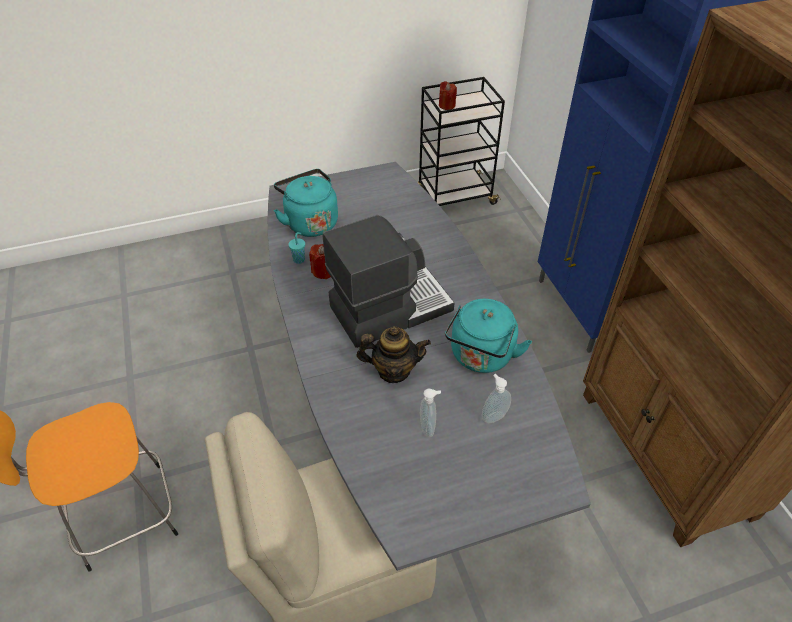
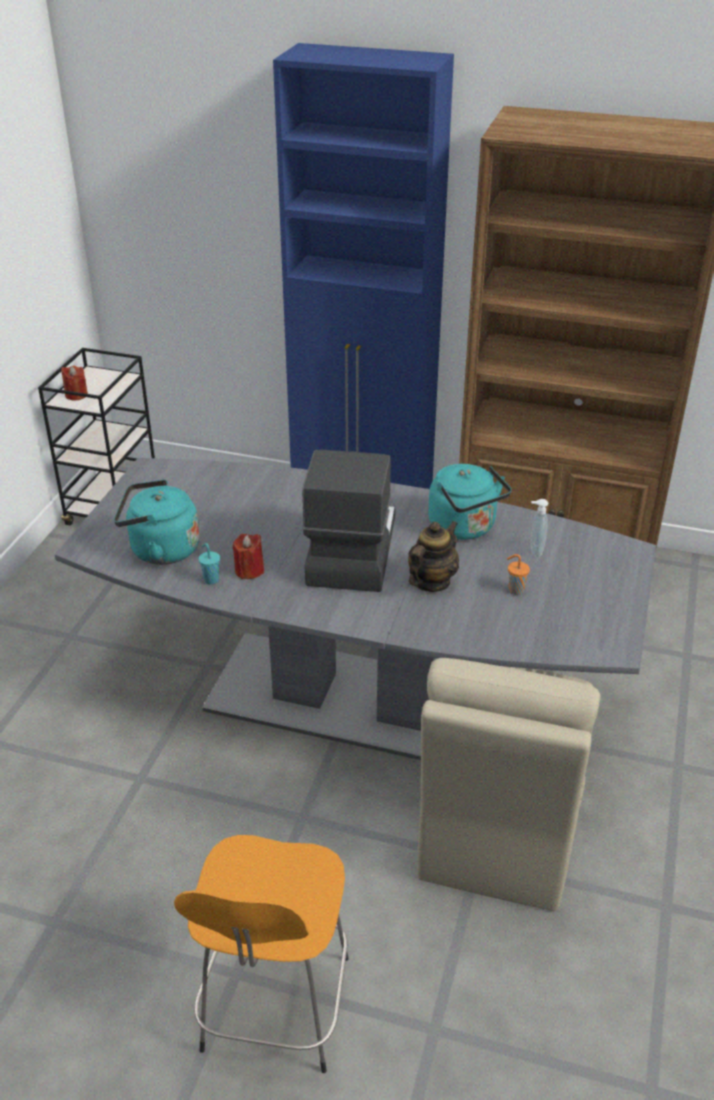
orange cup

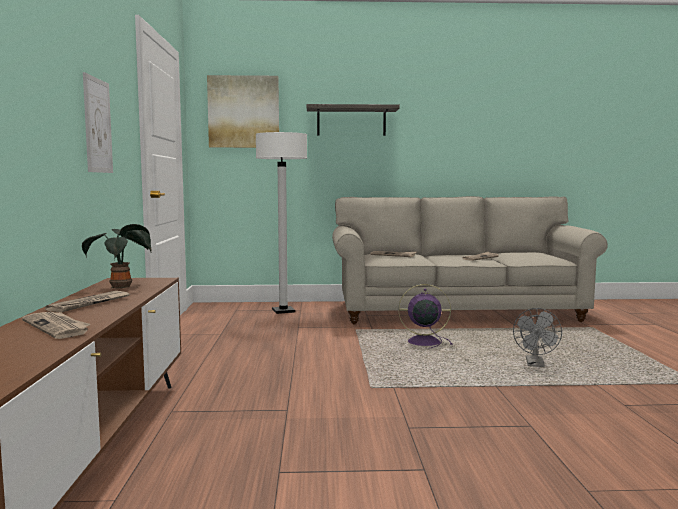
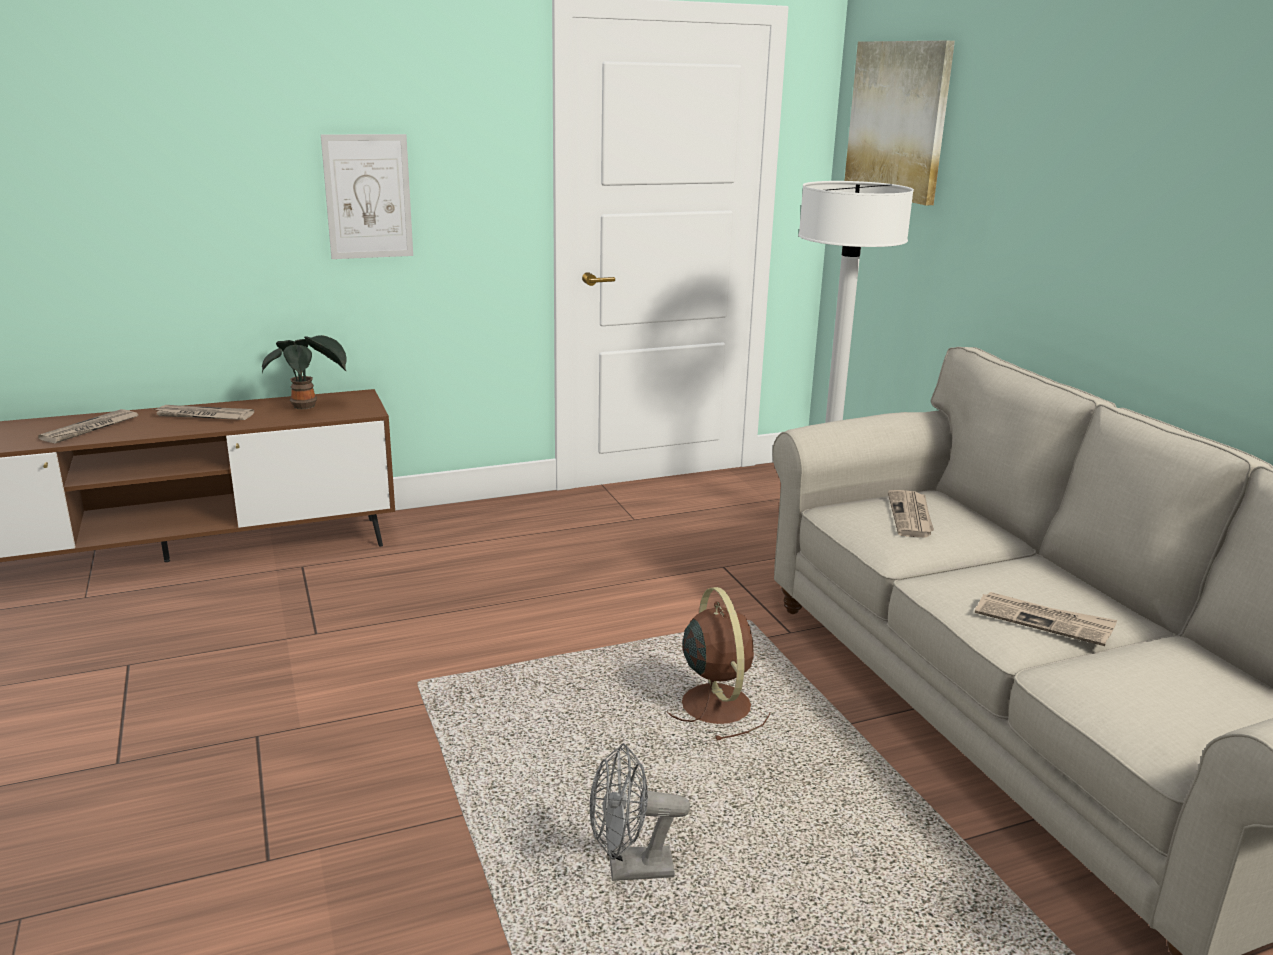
brown fan
shelf

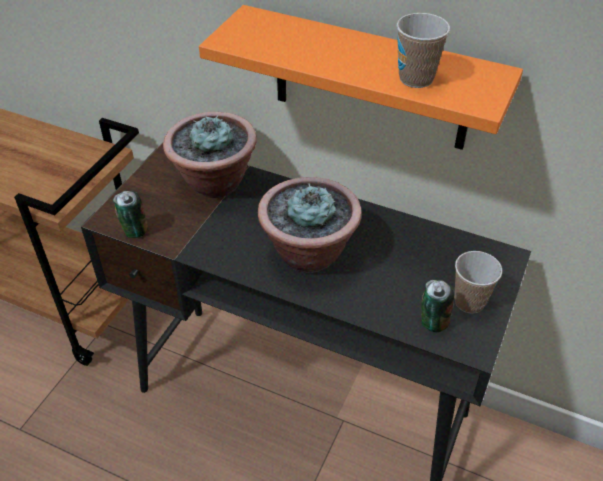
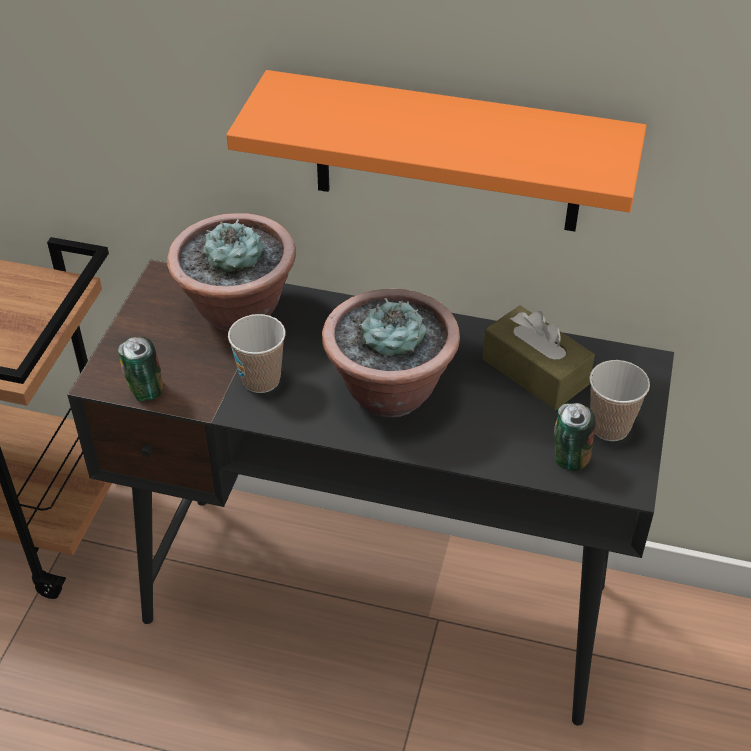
cup (1st from left)
brown tissue holder

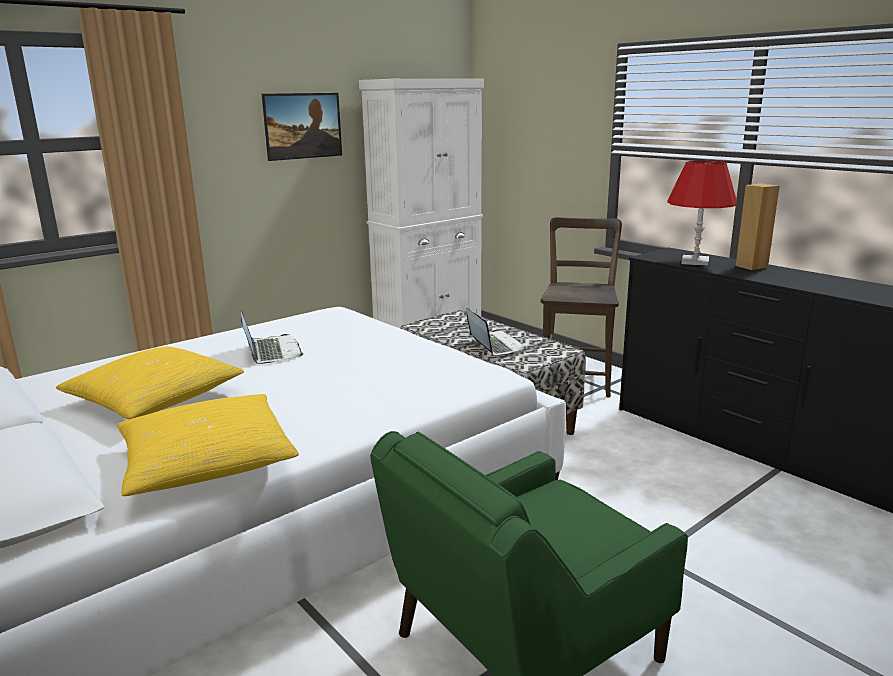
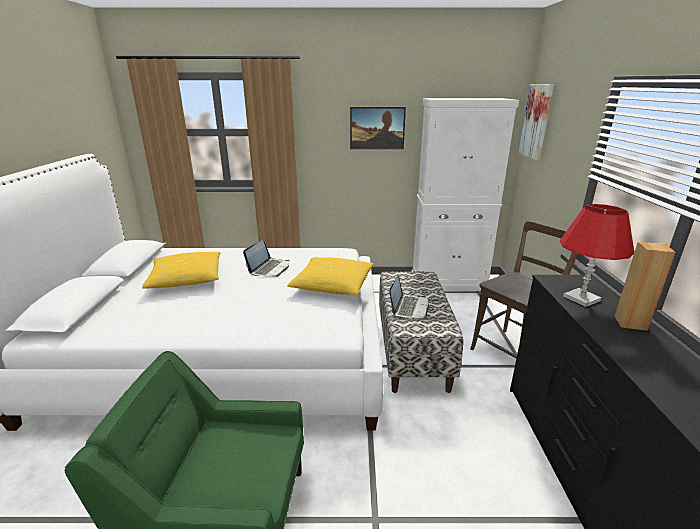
yellow cushion (2nd from left)
picture (2nd from left)

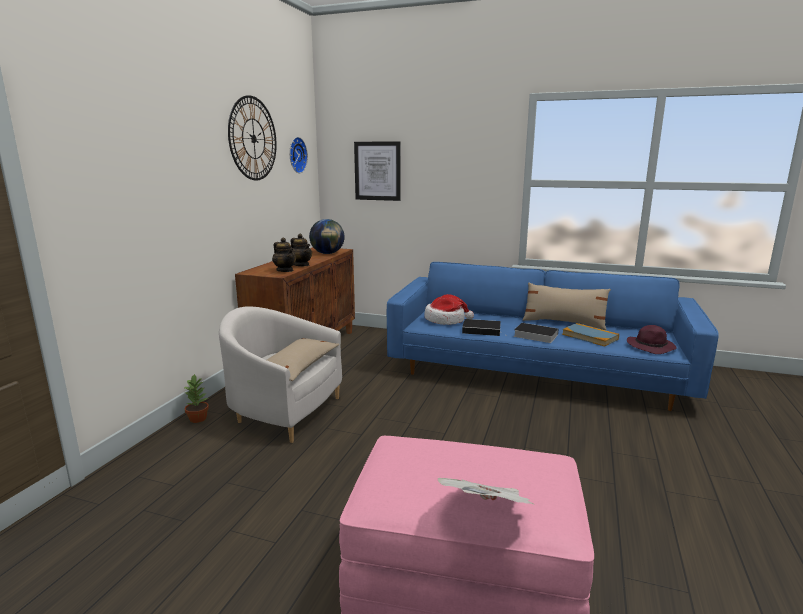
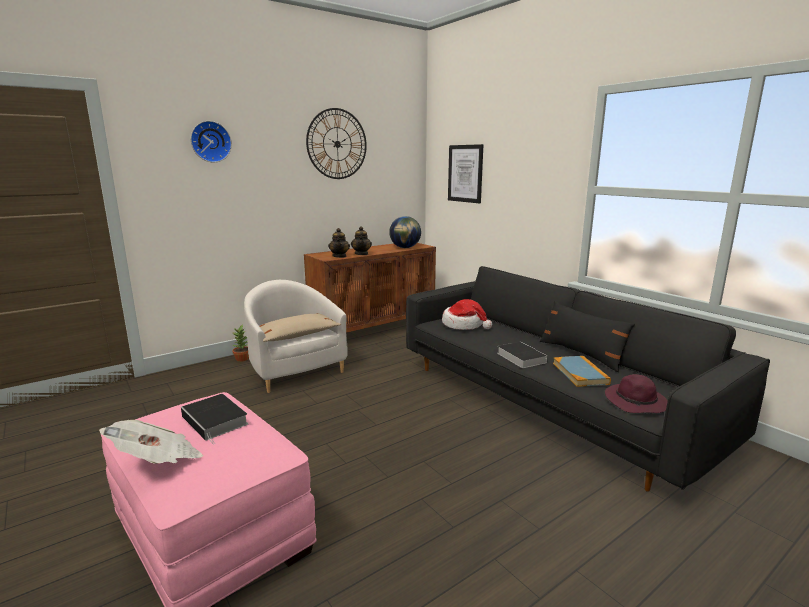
volume (1st from left)
clock on the wall (1st from left)
blackish couch
blackish cushion

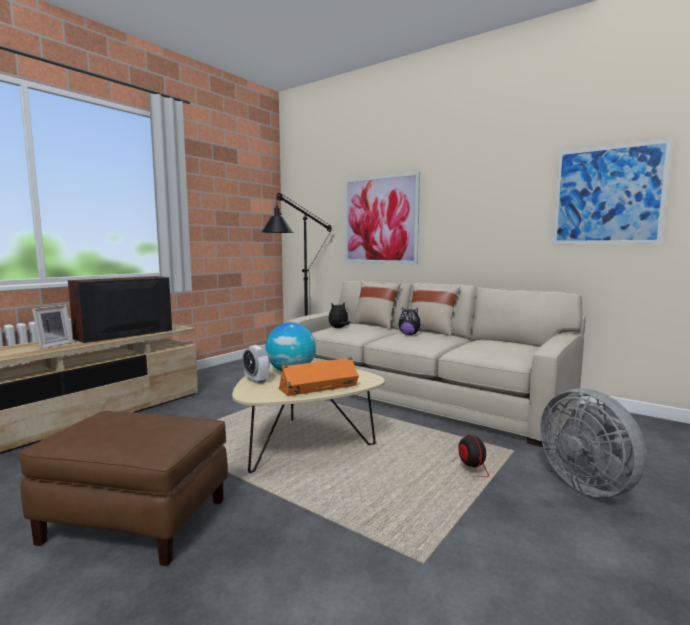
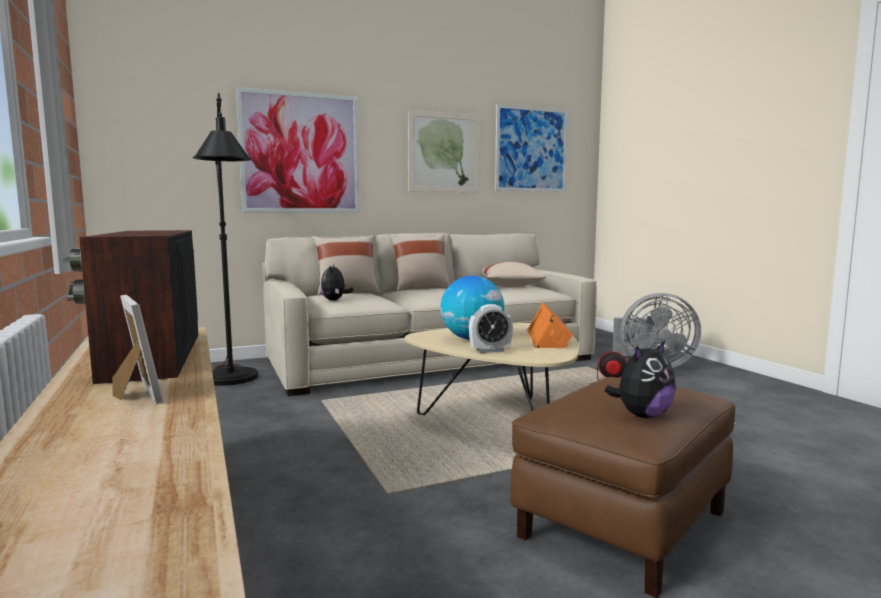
picture (2nd from left)
beige-coloured cushion (3rd from left)
plush toy (2nd from left)

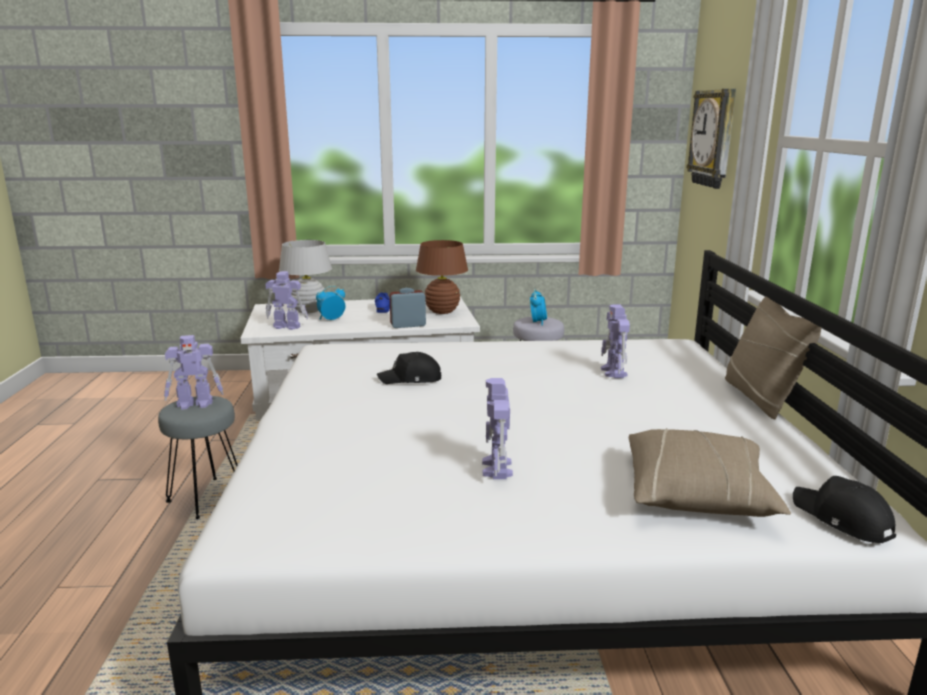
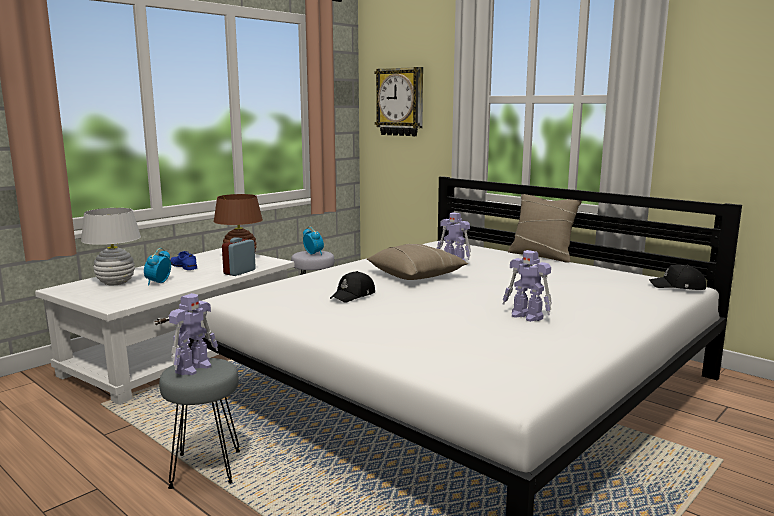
beige-coloured cushion (1st from left)
model robot (2nd from left in the first image)

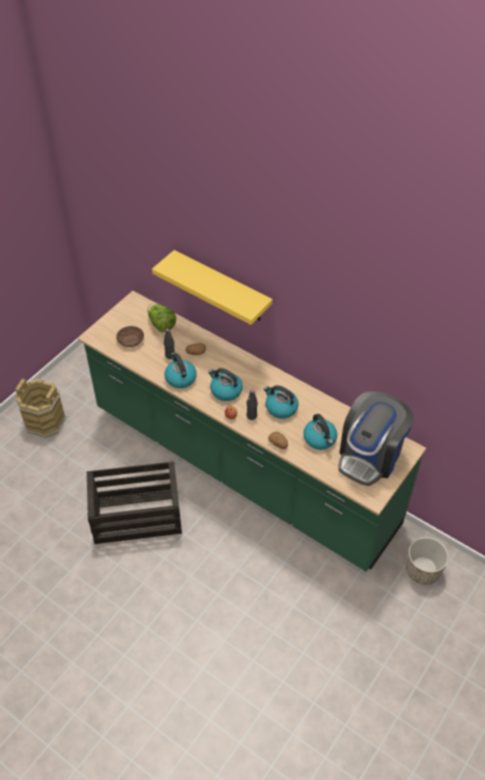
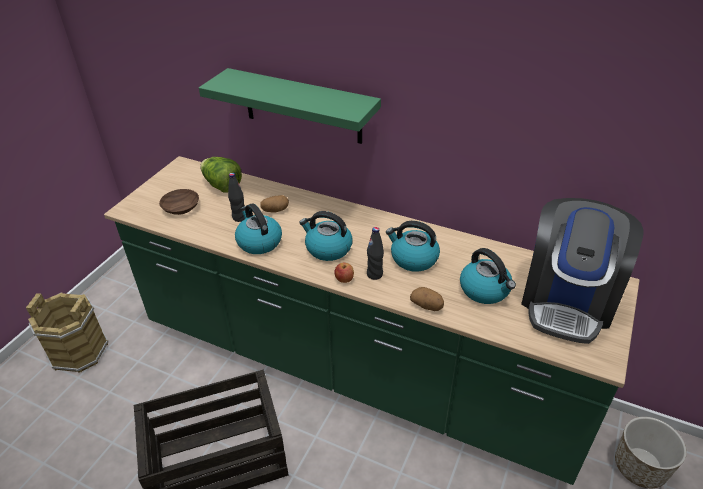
green-coloured shelf

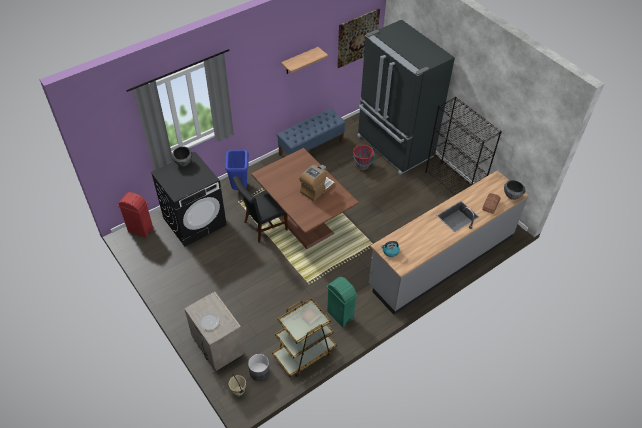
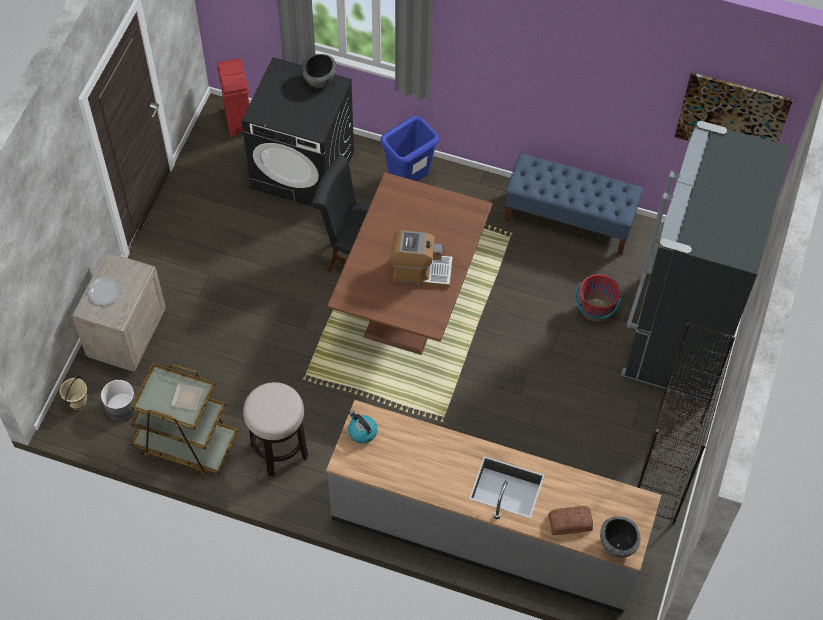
sitting stool
shelf

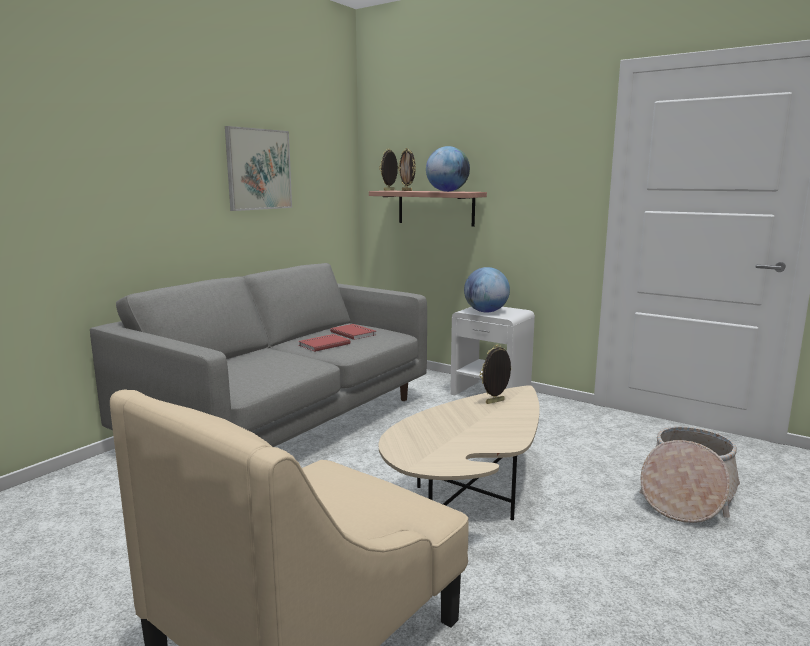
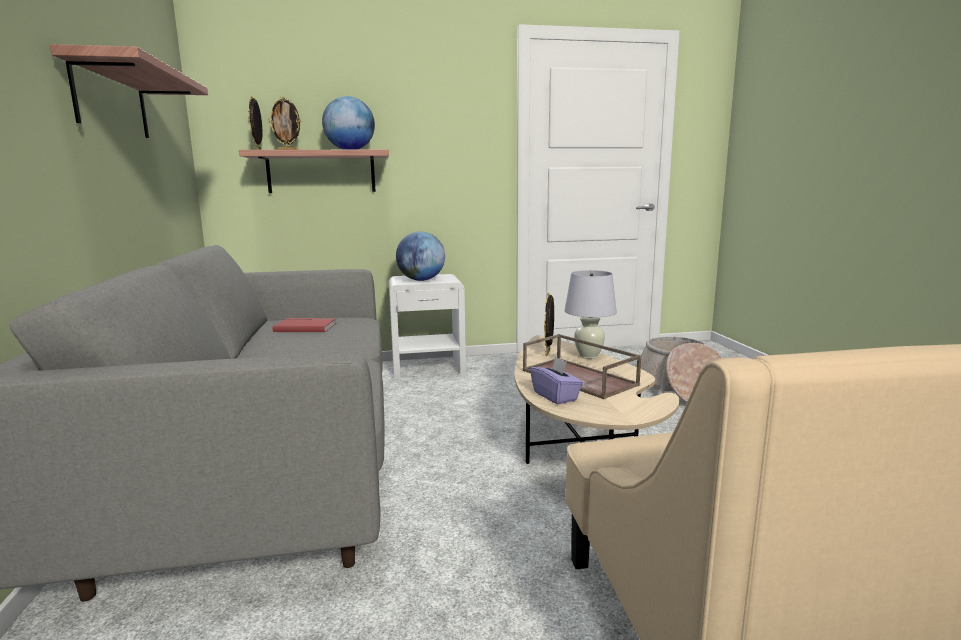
shelf (1st from left)
brown tray
purple tissue holder
whitish tabletop lamp
red volume (1st from left in the first image)

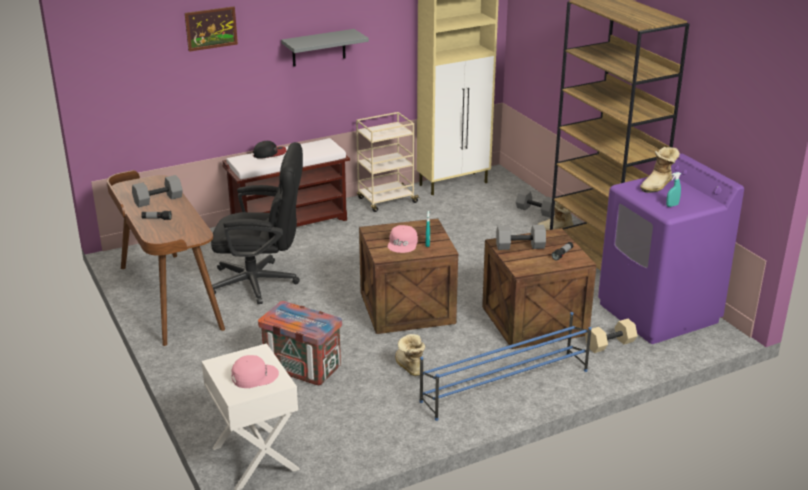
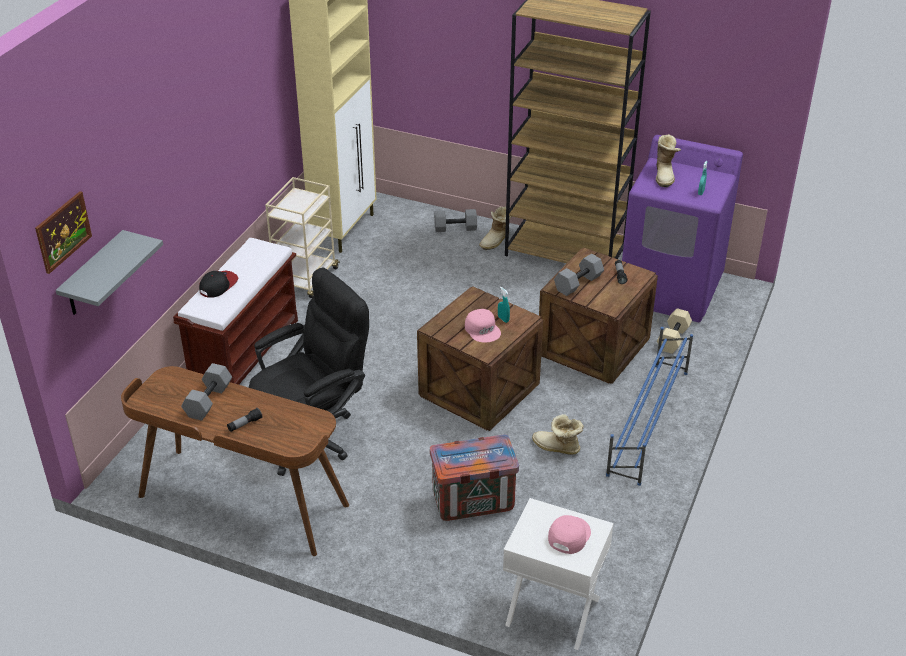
picture
greyish shelf

